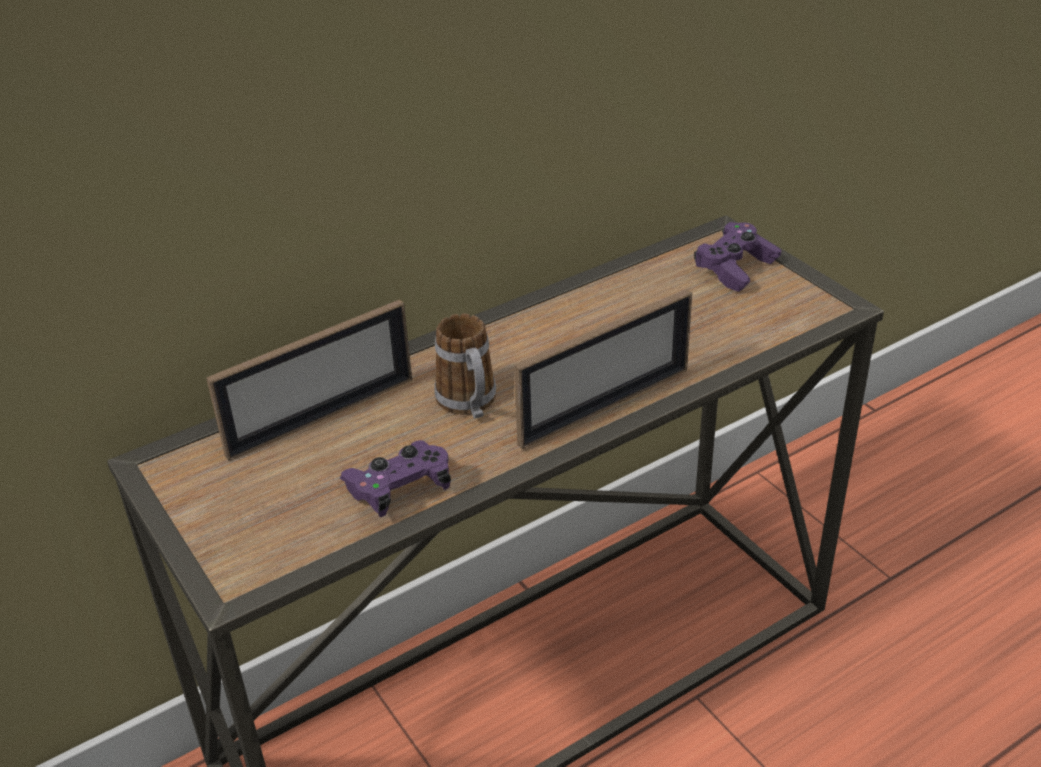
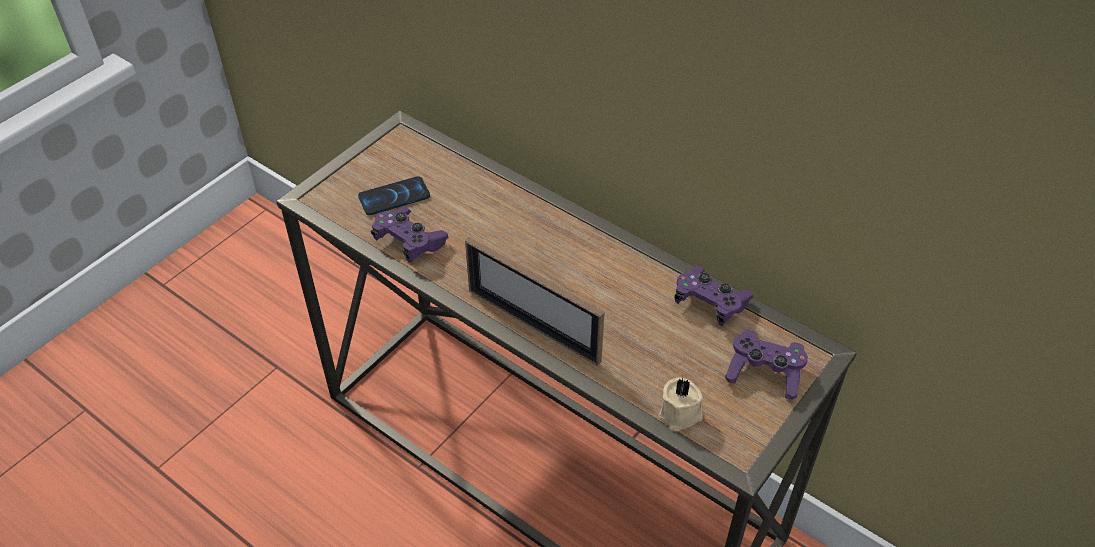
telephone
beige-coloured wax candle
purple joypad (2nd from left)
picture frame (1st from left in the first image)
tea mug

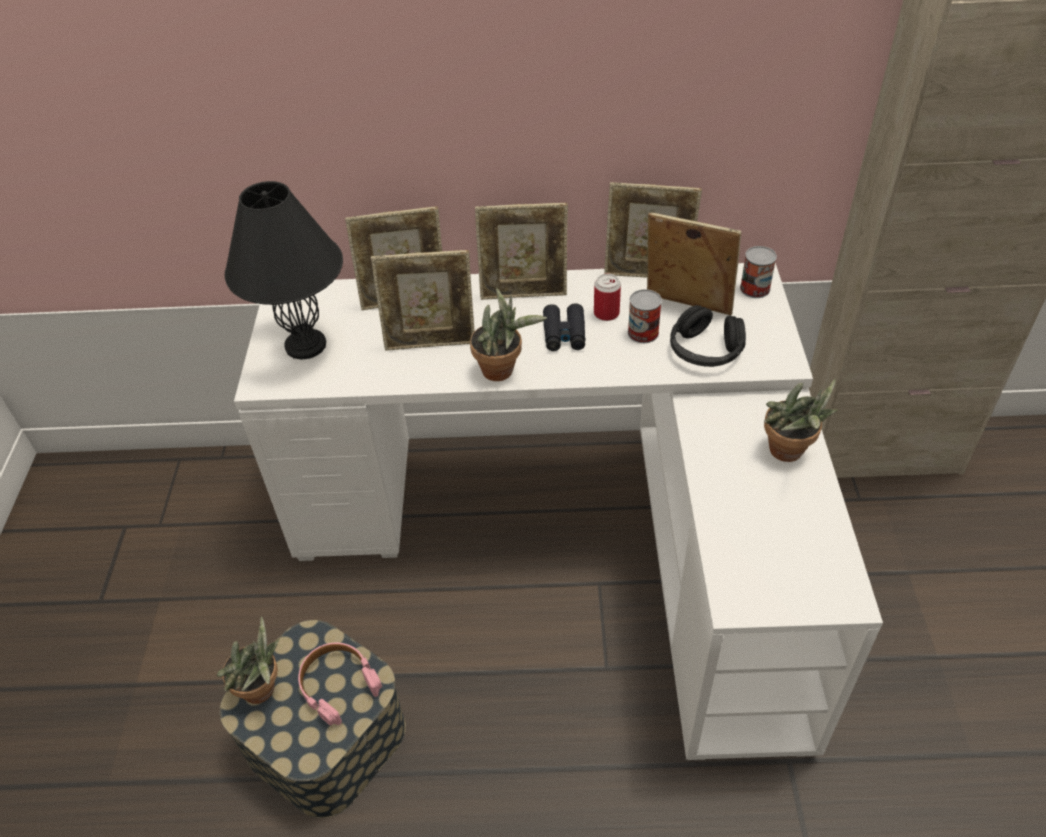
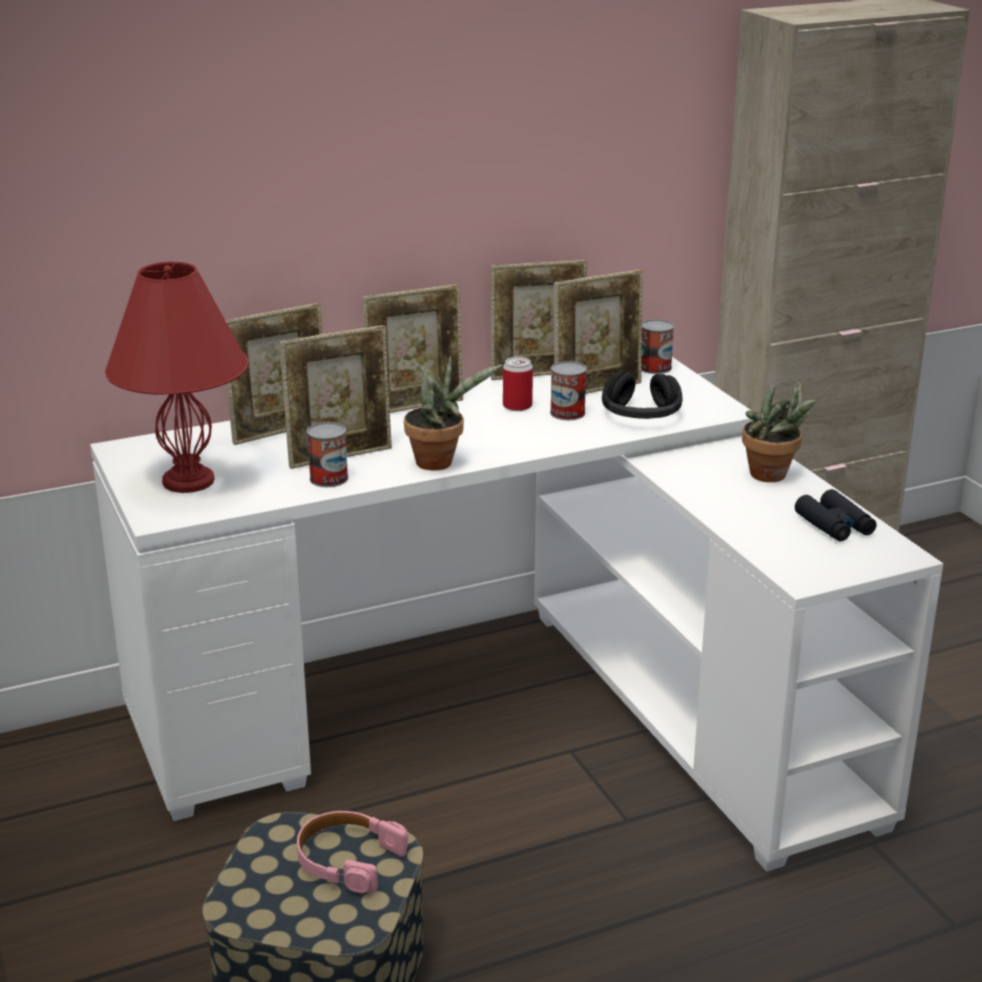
red tabletop lamp
can (1st from left)
picture frame (5th from left)
blackish binoculars
plant in a pot (1st from left in the first image)

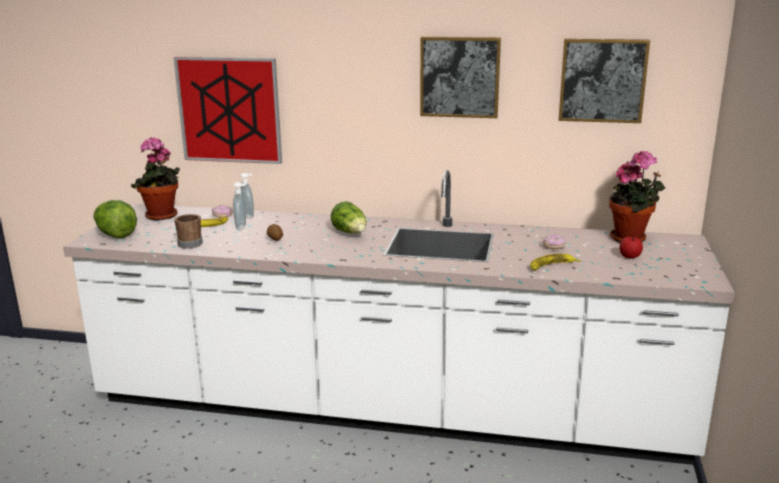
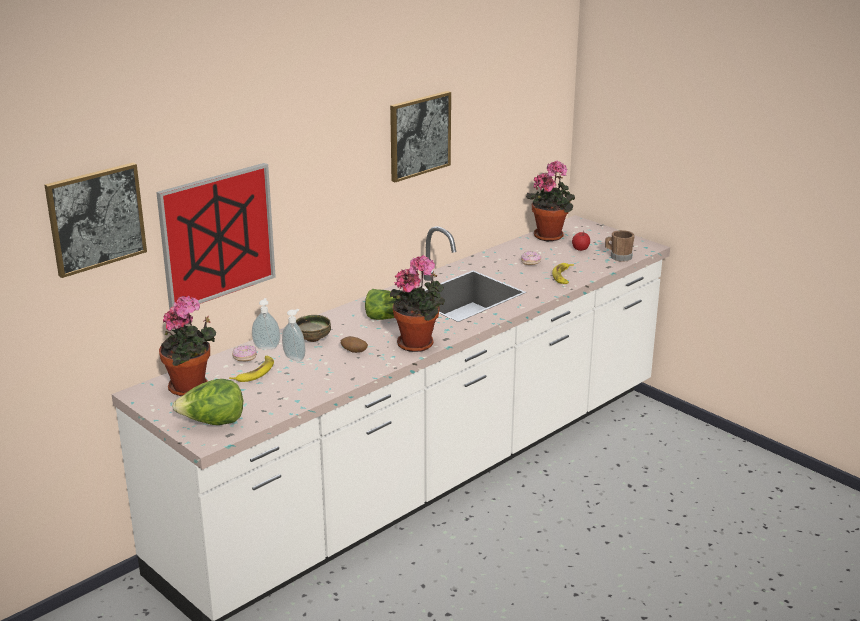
picture (1st from left)
bowl
plant in a pot (2nd from left)
brown tea mug

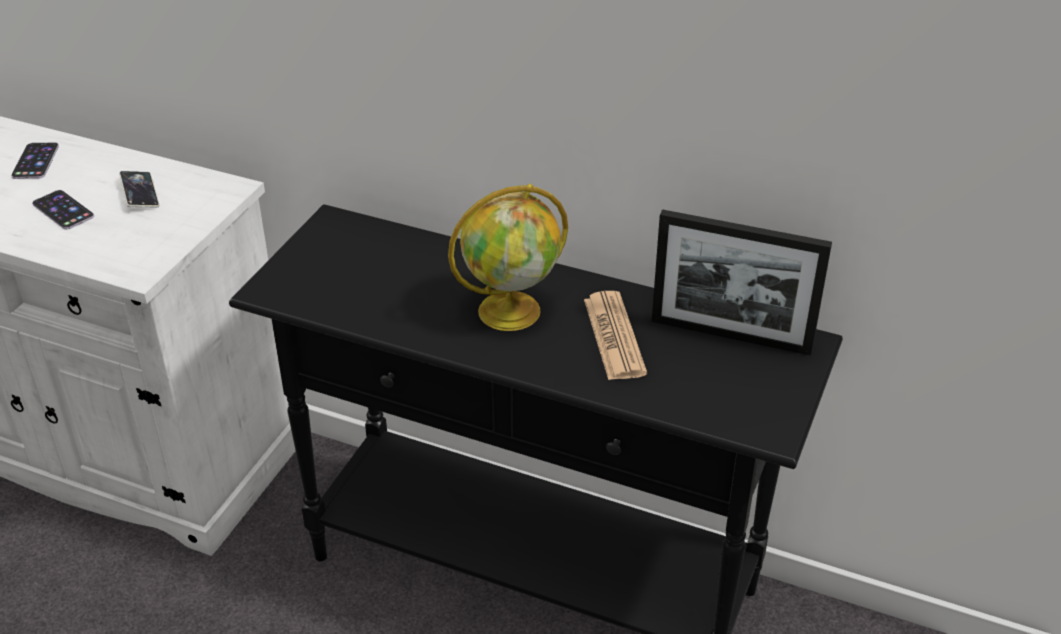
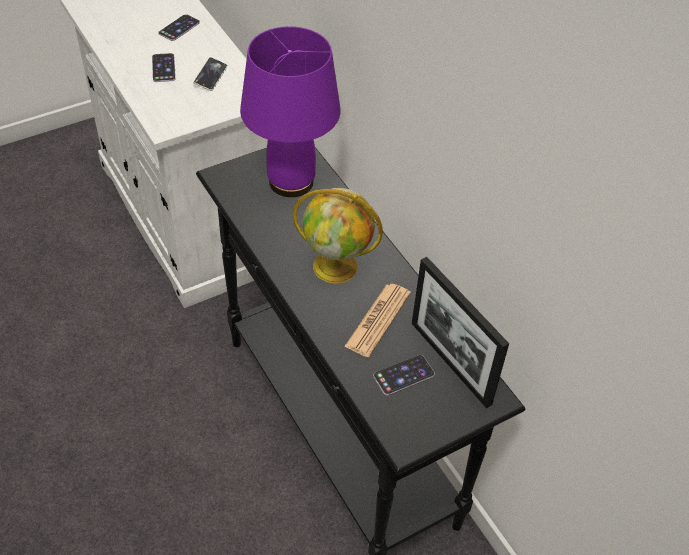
purple tabletop lamp
telephone (4th from left)

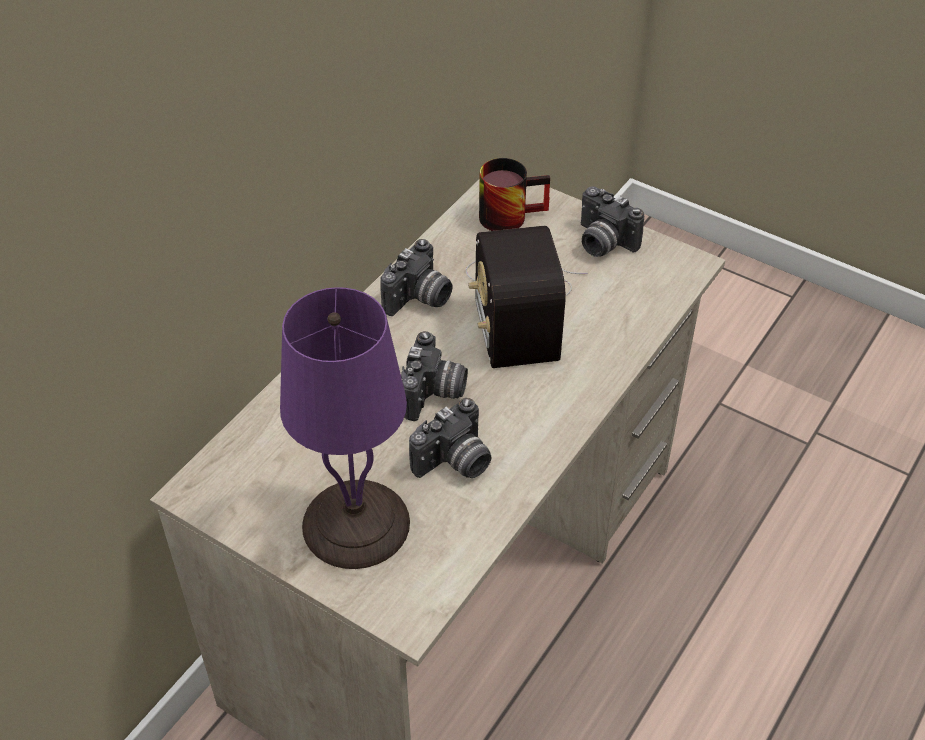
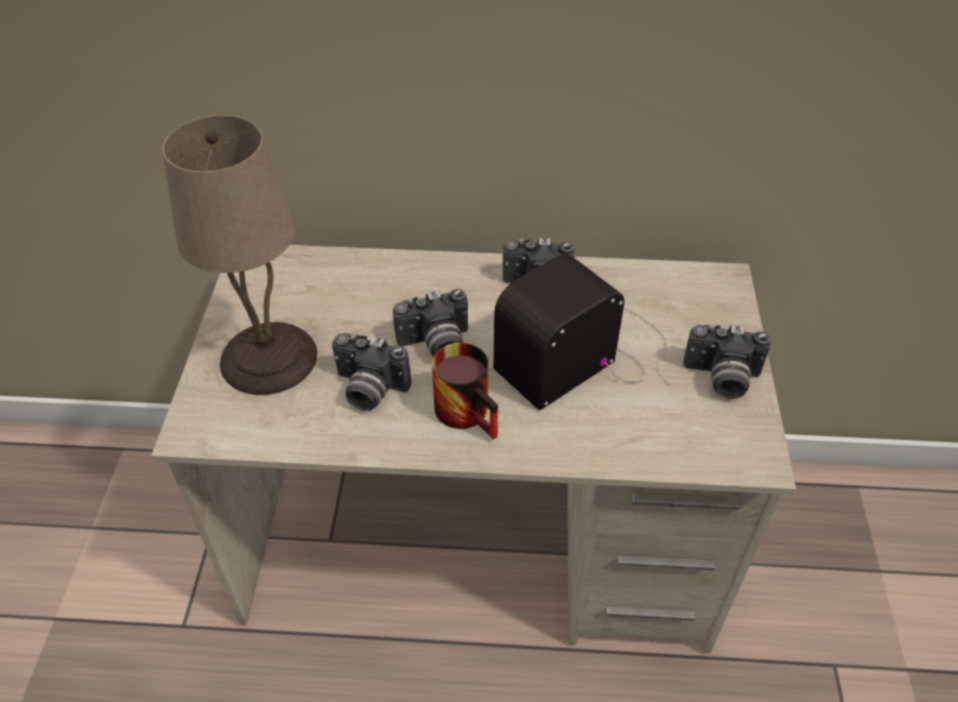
beige-coloured tabletop lamp
tea mug
still camera (4th from left)

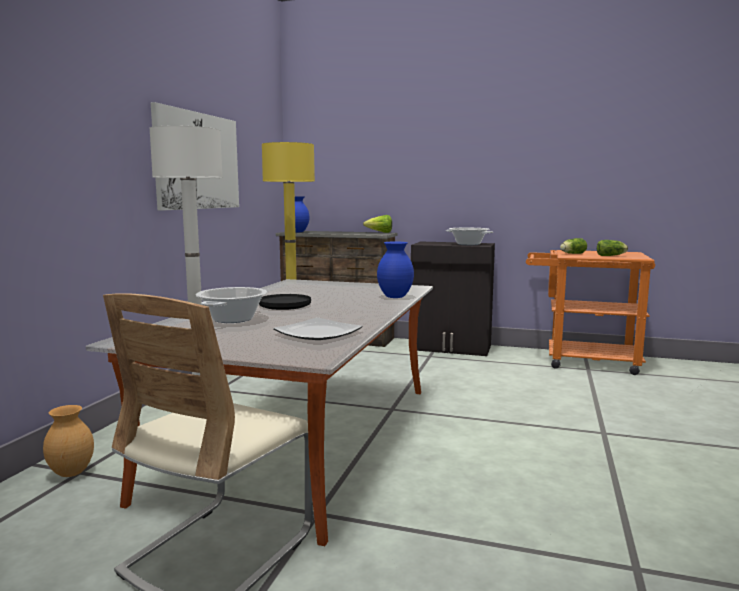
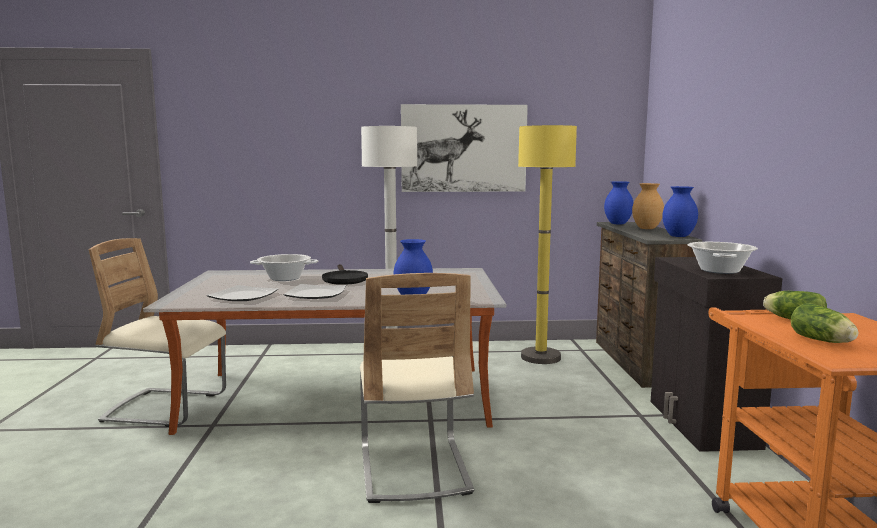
dinner plate (2nd from left)
beige-coloured upright chair (2nd from left)
brown flower vase
blue-coloured flower vase (3rd from left)

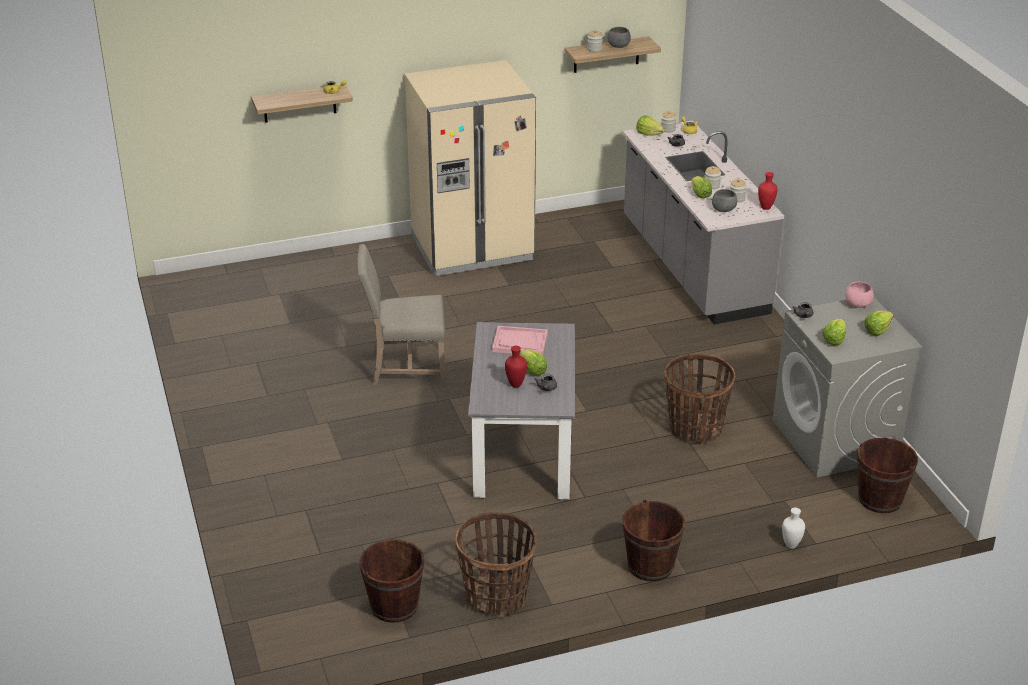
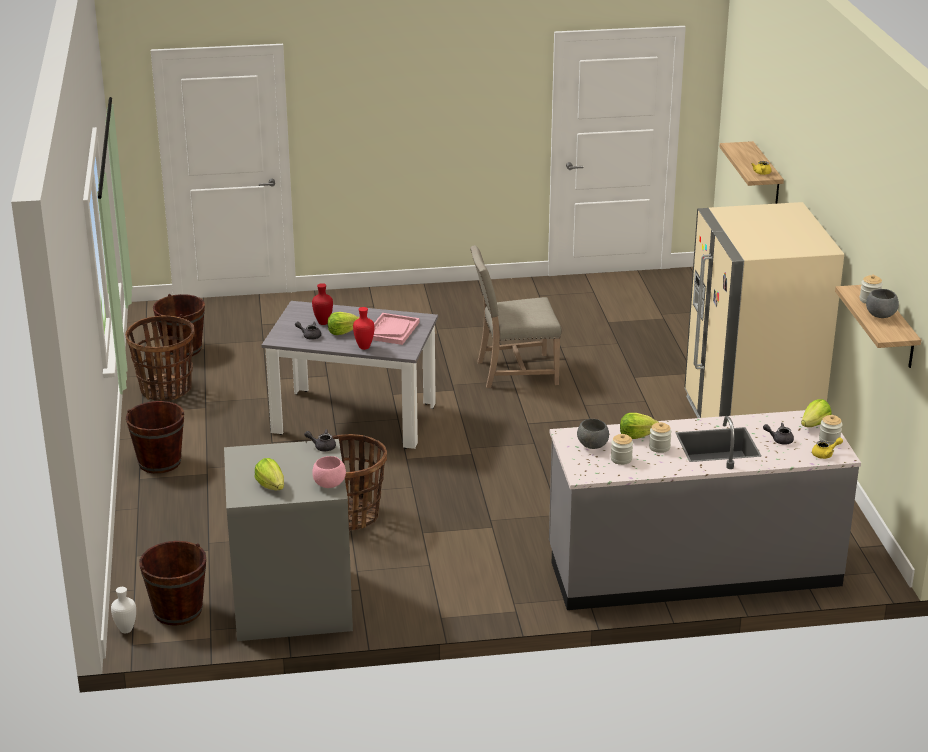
whitish flower vase
red flower vase (2nd from left)
beige-coloured upright chair
lettuce (4th from left in the first image)

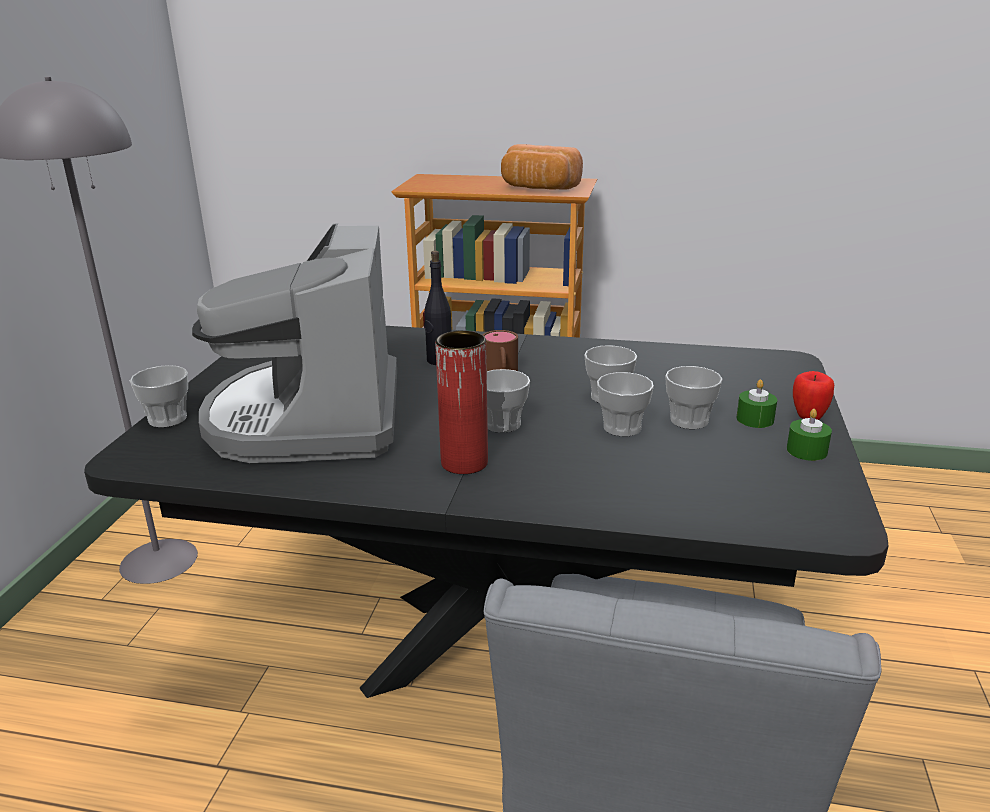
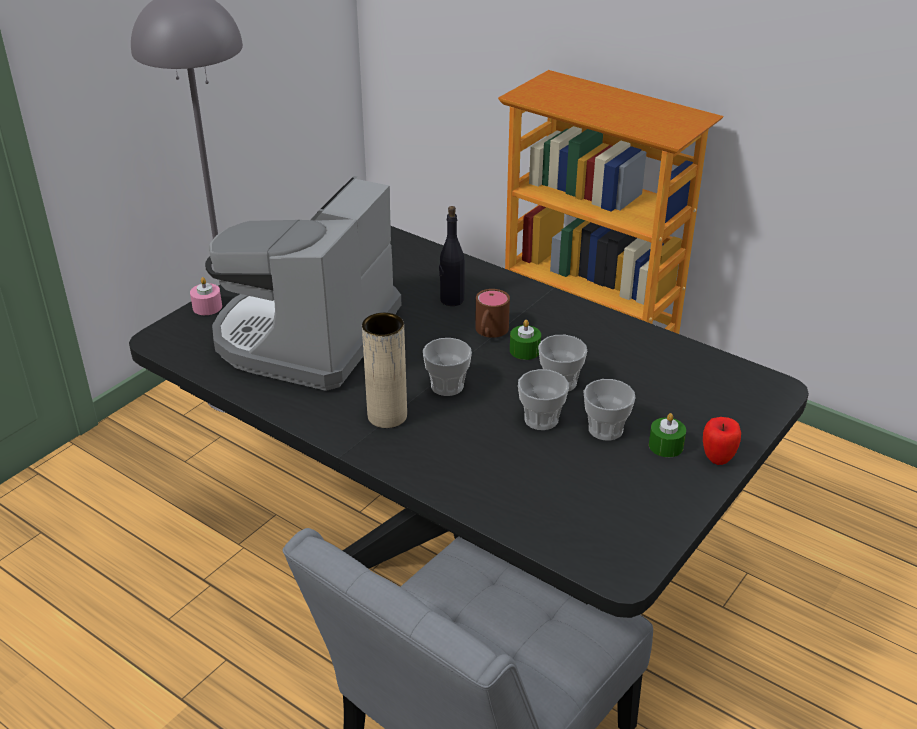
pink-coloured wax candle
beige-coloured flower vase
green-coloured wax candle (1st from left)
bakery bread

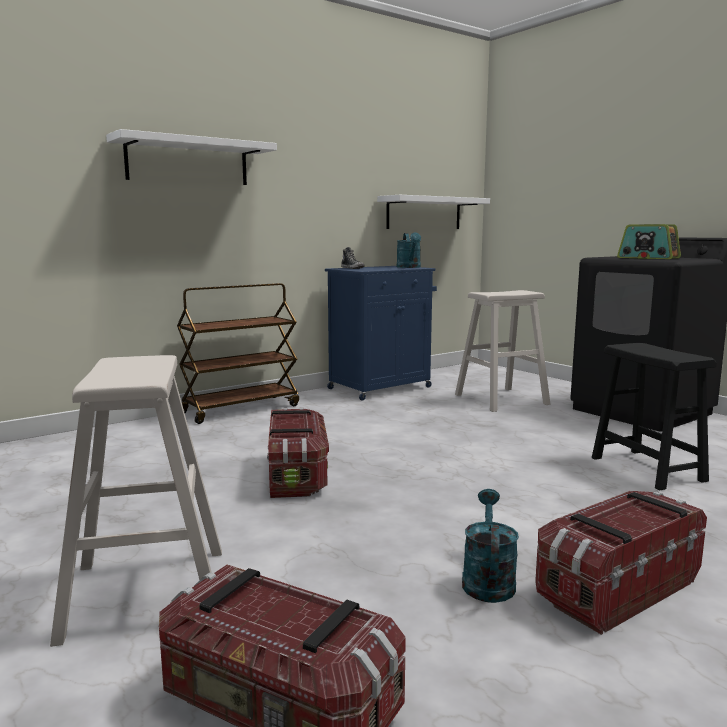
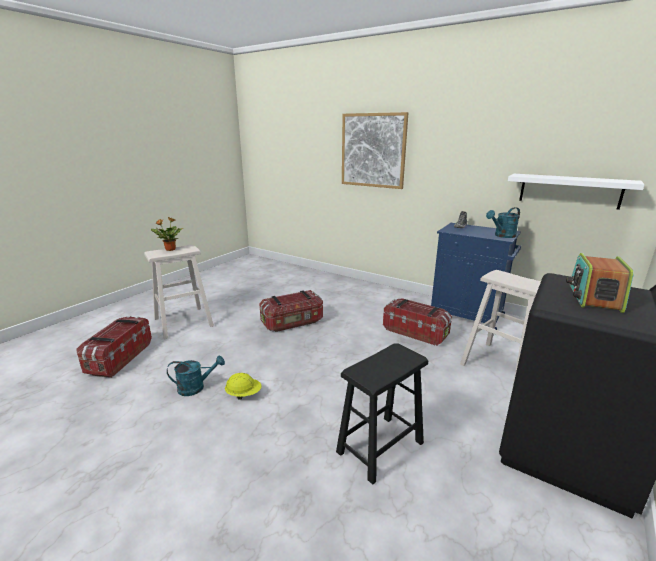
plant in a pot
yellow work helmet
picture
storage bin (3rd from left)
brown cart

